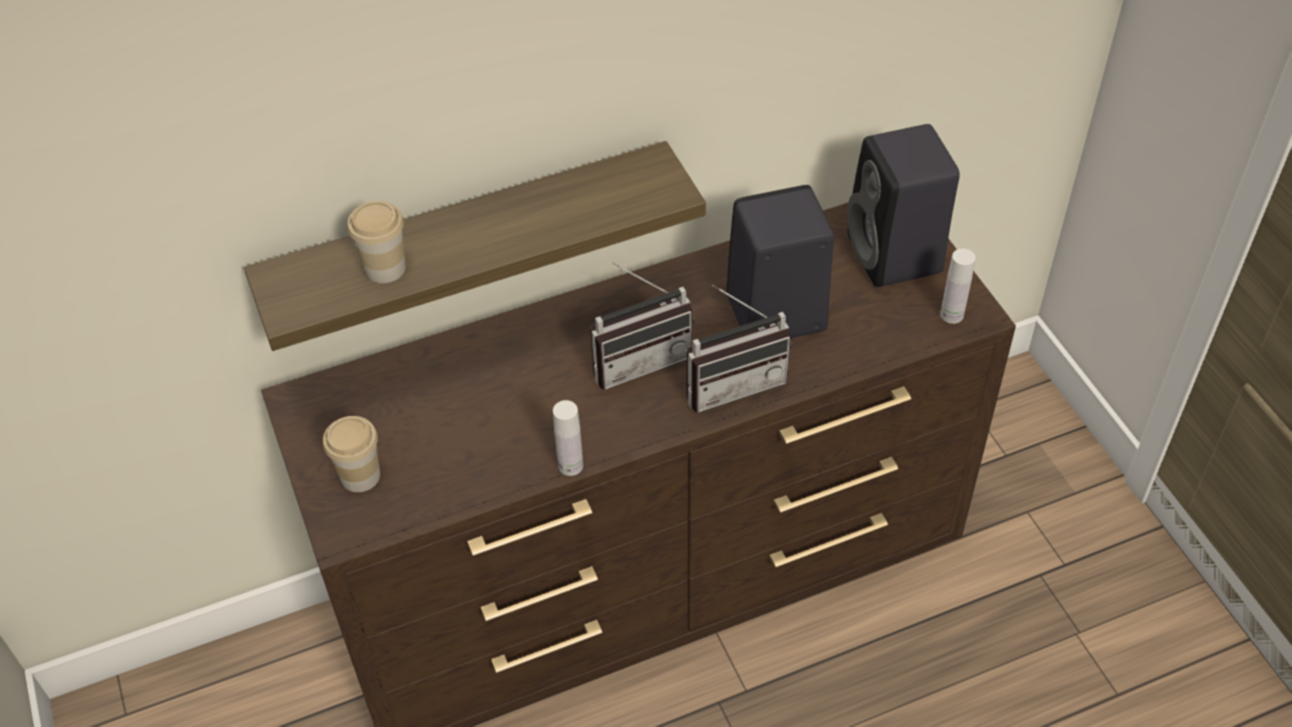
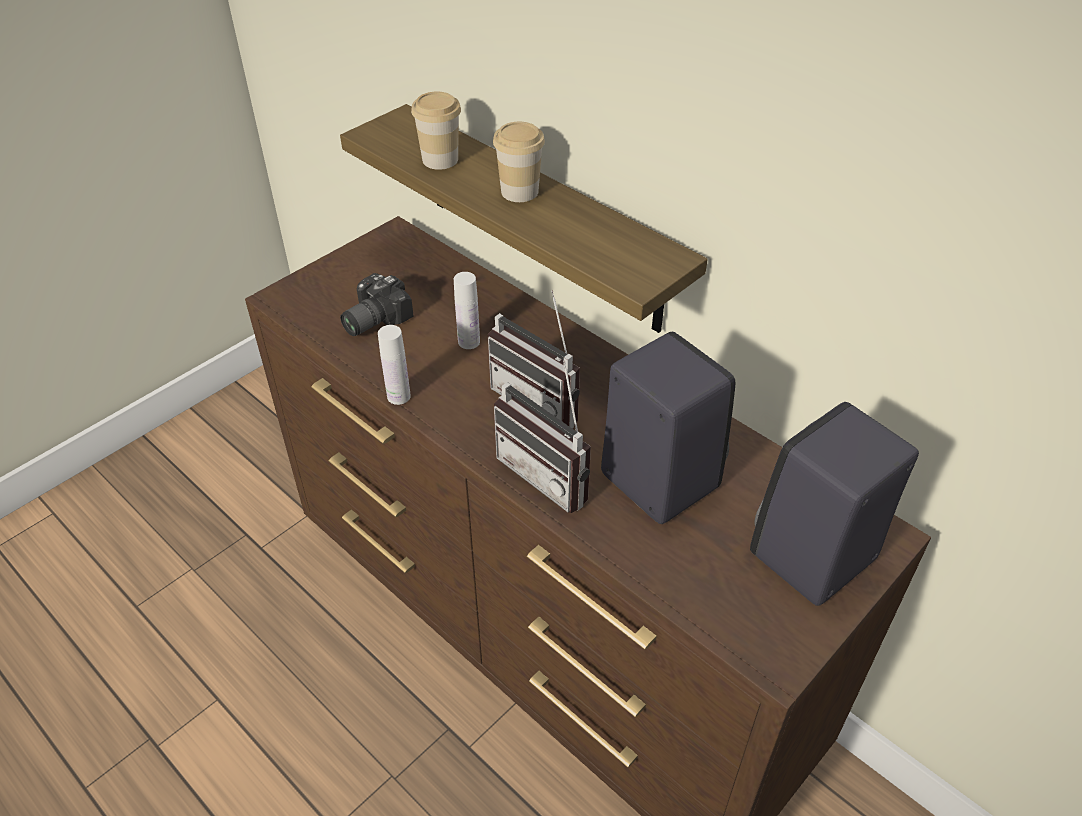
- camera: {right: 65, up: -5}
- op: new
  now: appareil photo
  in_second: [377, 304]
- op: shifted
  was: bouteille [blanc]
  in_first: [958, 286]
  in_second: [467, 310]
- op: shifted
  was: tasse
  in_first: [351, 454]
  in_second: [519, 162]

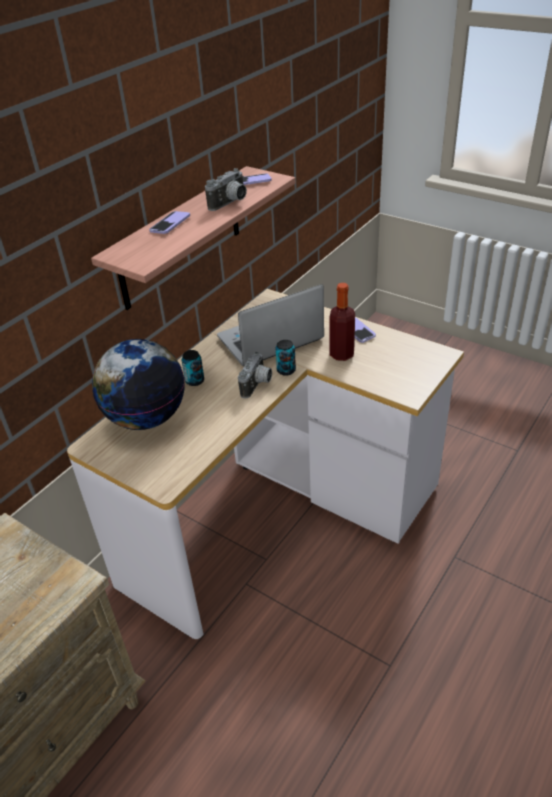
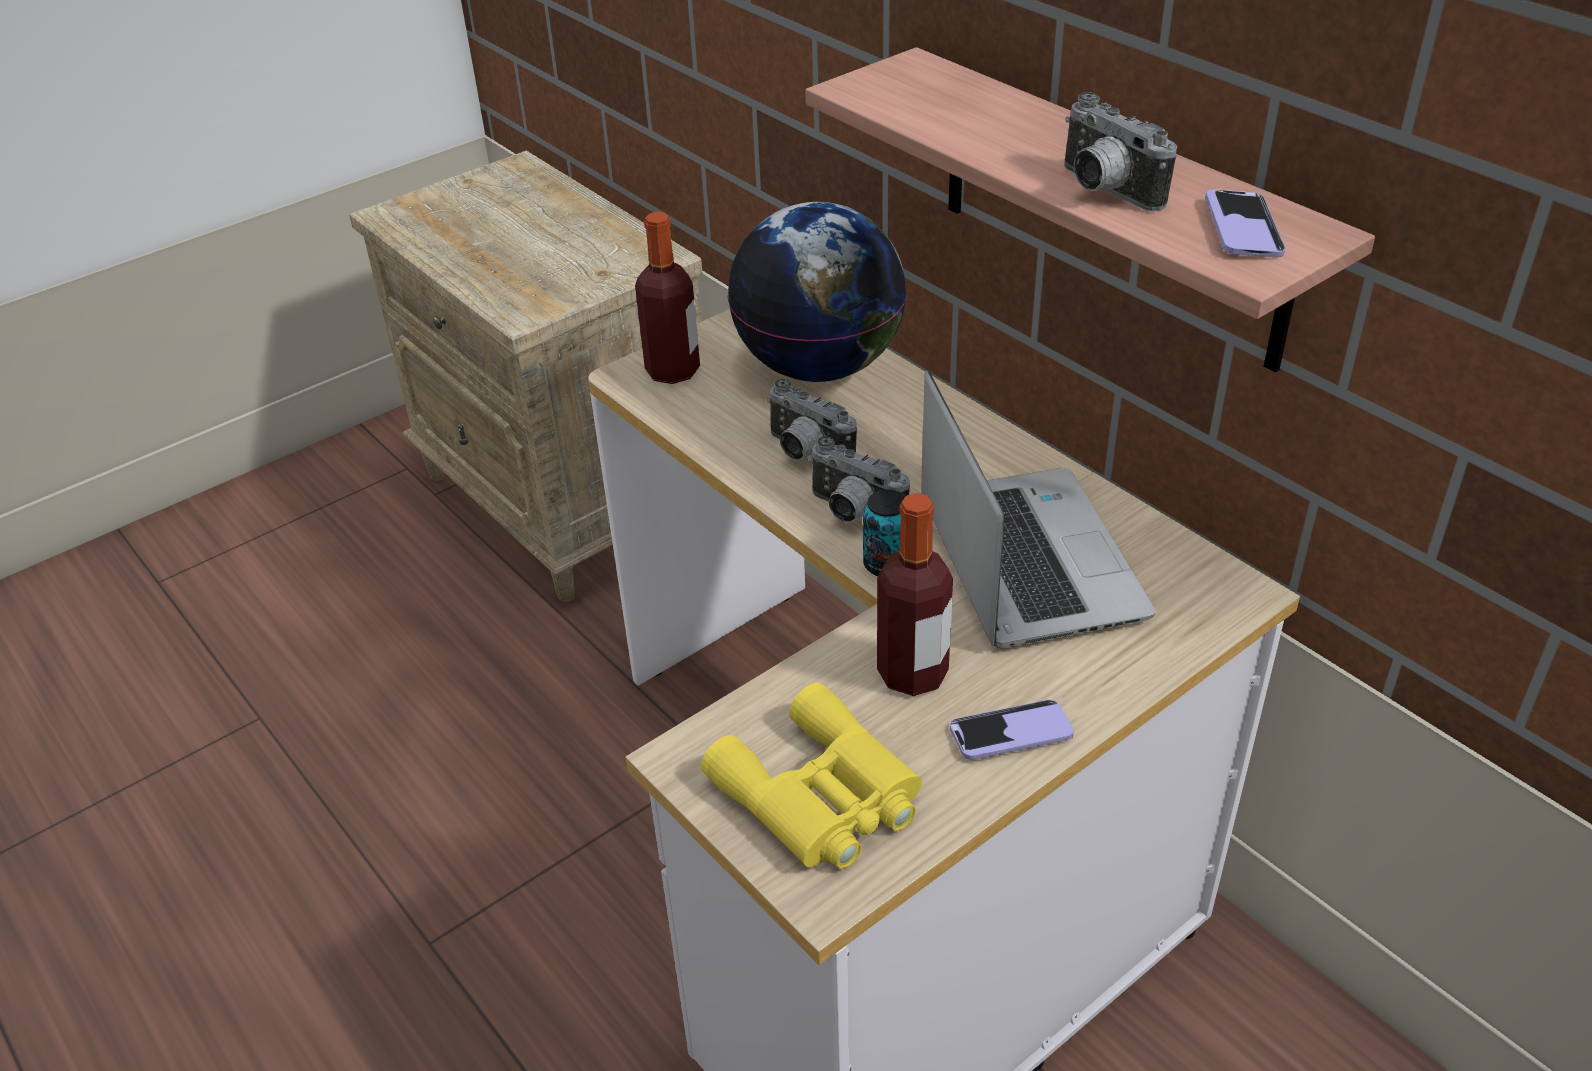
- camera: {right: 105, up: 0}
- op: new
  now: bouteille
  in_second: [667, 298]
- op: new
  now: jumelles [jaune]
  in_second: [811, 776]
- op: new
  now: appareil photo
  in_second: [812, 420]
- op: gone
  was: téléphone
  in_first: [169, 222]
- op: gone
  was: boîte métallique
  in_first: [193, 368]

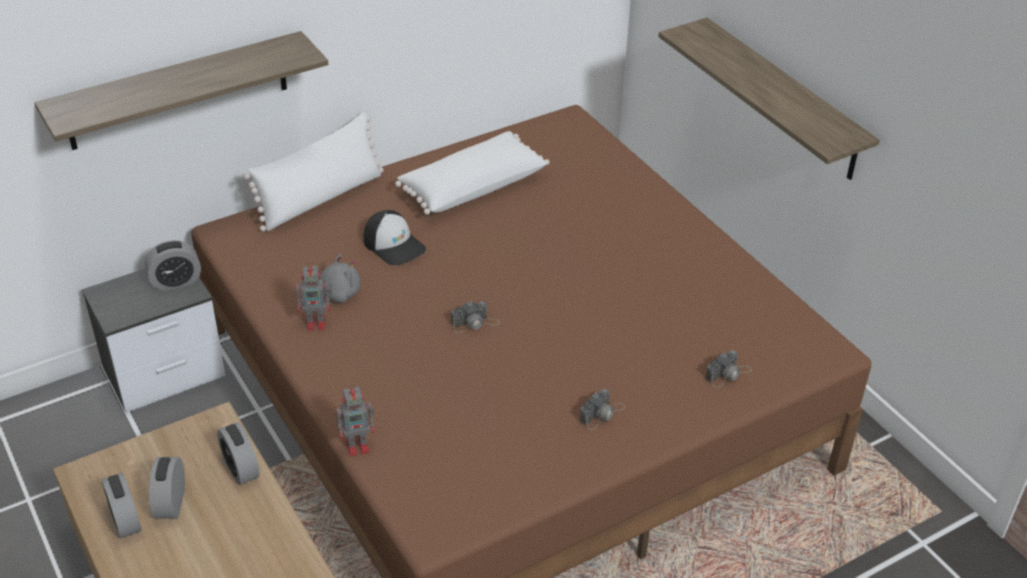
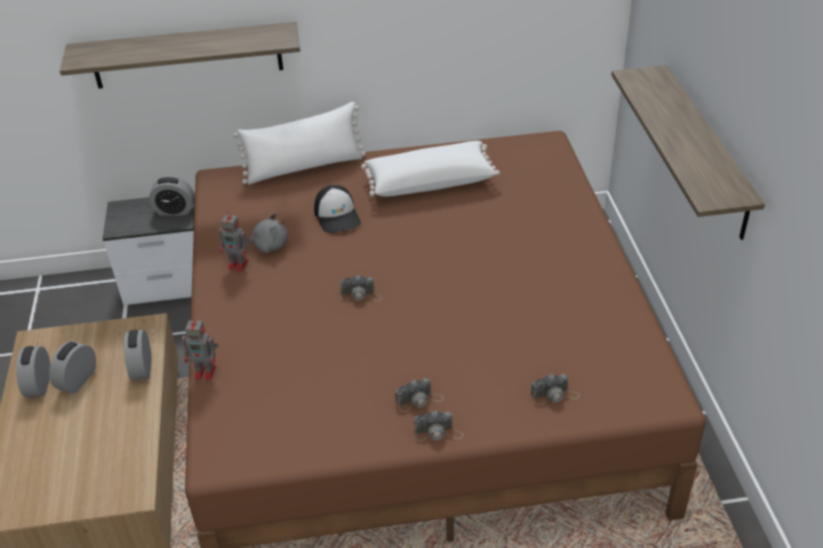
- camera: {right: 25, up: 0}
- op: new
  now: appareil photo
  in_second: [439, 426]

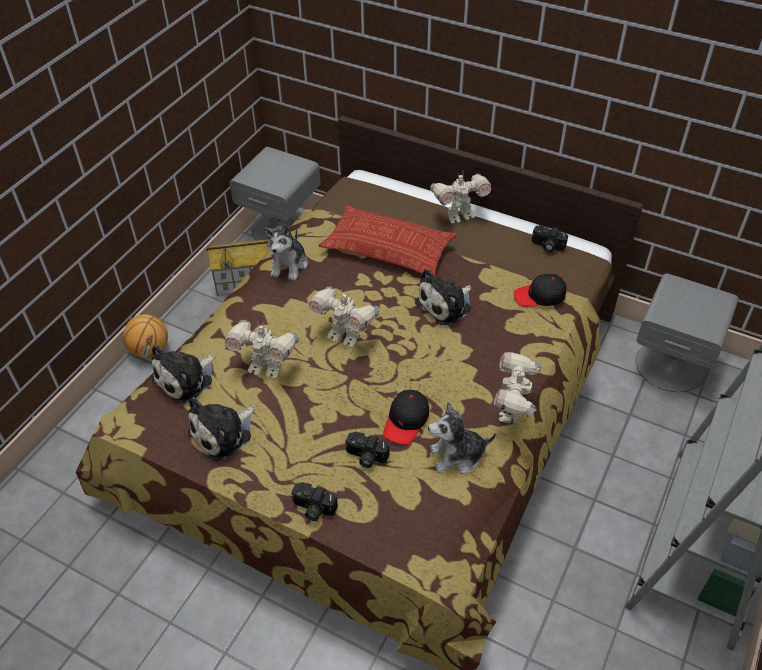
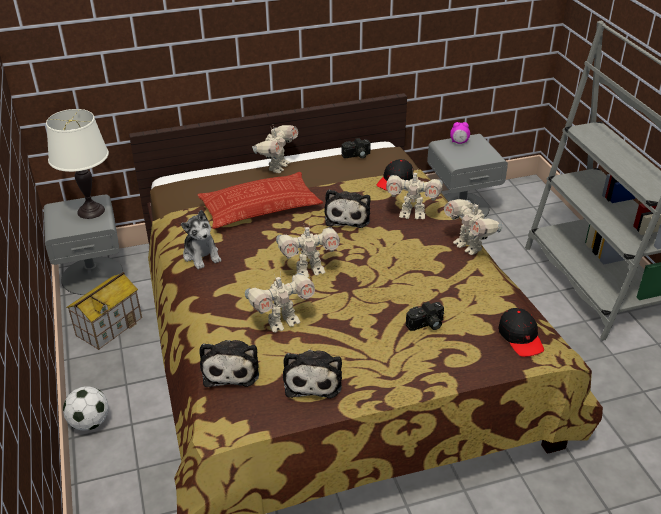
- camera: {right: -45, up: -10}
- op: new
  now: lampe de table [blanc]
  in_second: [77, 164]
- op: swapped
  was: ballon de basket
  now: ballon de foot
  in_first: [145, 336]
  in_second: [86, 409]
- op: new
  now: robot jouet
  in_second: [414, 193]
- op: new
  now: réveil
  in_second: [460, 133]
- op: shifted
  was: casquette [noir]
  in_first: [406, 417]
  in_second: [521, 332]
- op: gone
  was: appareil photo
  in_first: [314, 501]
- op: gone
  was: peluche
  in_first: [462, 438]

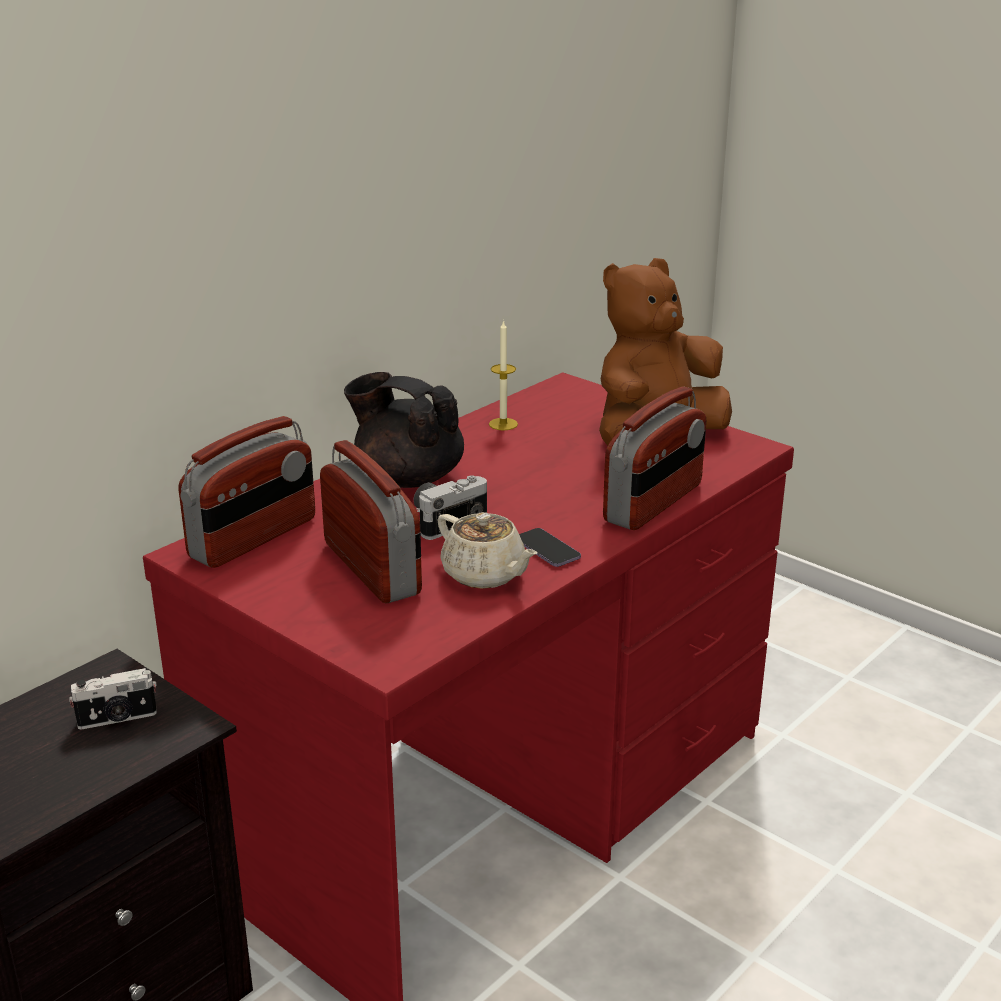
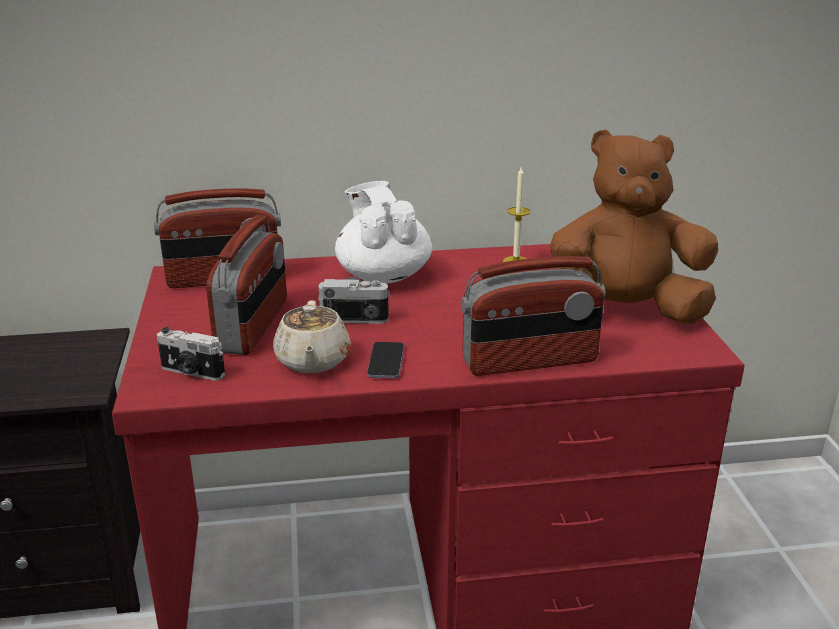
- camera: {right: 40, up: 0}
- op: shifted
  was: appareil photo
  in_first: [113, 698]
  in_second: [191, 354]
- op: repainted
  was: théière [noir]
  now: théière [blanc]
  in_first: [404, 430]
  in_second: [383, 232]

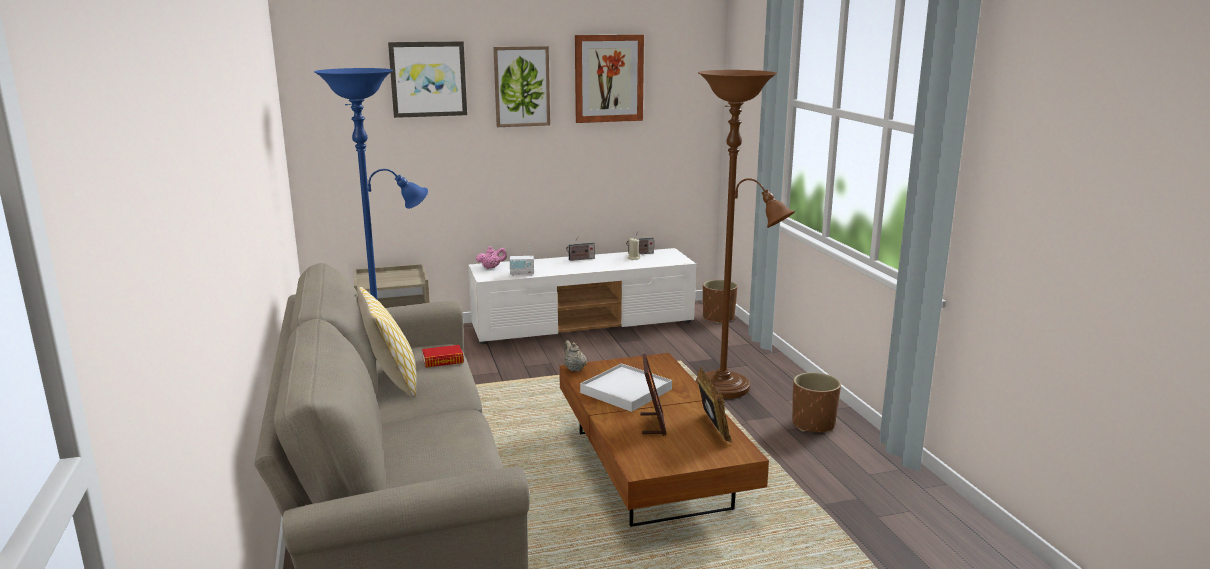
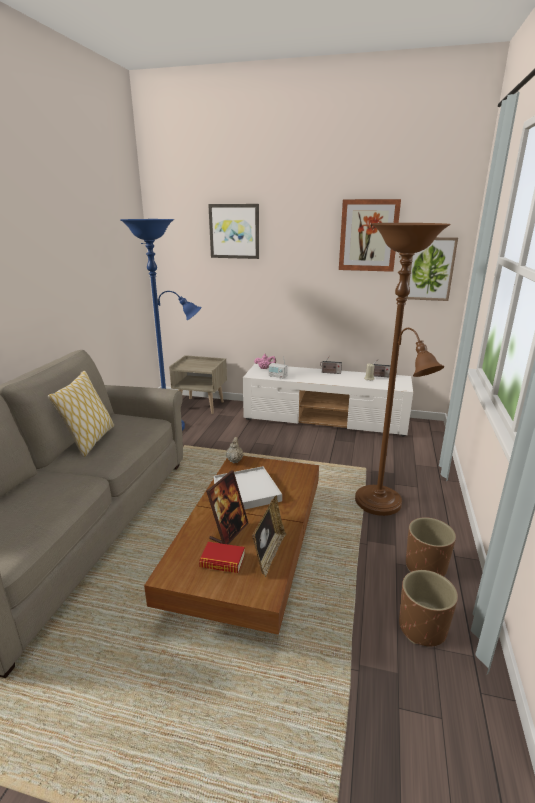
- camera: {right: 30, up: 5}
- op: shifted
  was: livre
  in_first: [443, 356]
  in_second: [222, 557]
- op: shifted
  was: cache-pot [marron]
  in_first: [720, 301]
  in_second: [428, 608]
- op: shifted
  was: tableau
  in_first: [521, 86]
  in_second: [431, 269]

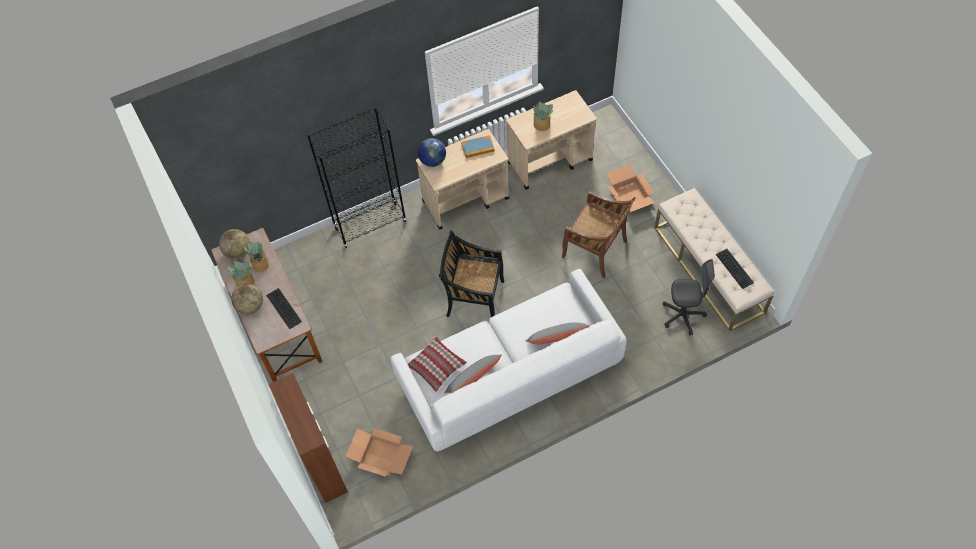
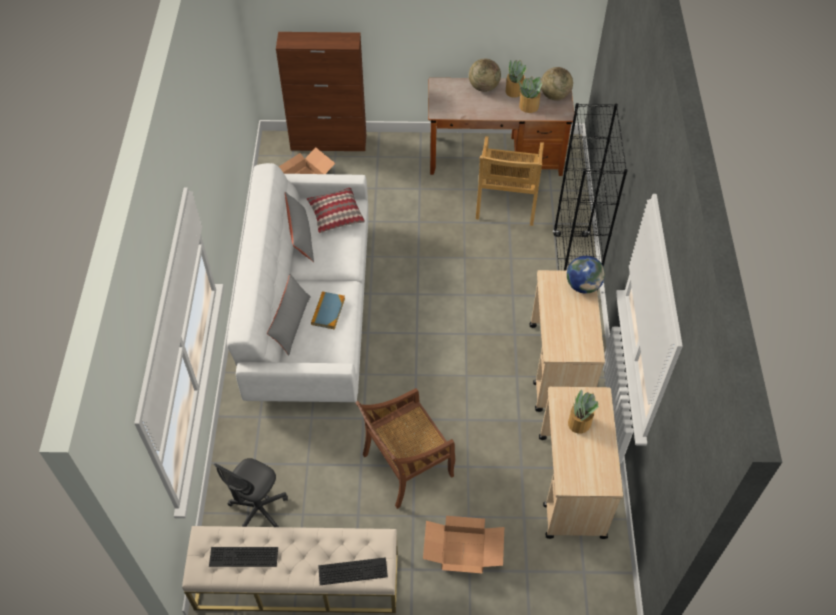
- camera: {right: 115, up: -5}
- op: shifted
  was: livre
  in_first: [478, 146]
  in_second: [328, 310]
- op: shifted
  was: clavier
  in_first: [284, 308]
  in_second: [353, 571]
- op: new
  now: chaise [beige]
  in_second: [510, 181]
- op: gone
  was: chaise [noir]
  in_first: [471, 273]

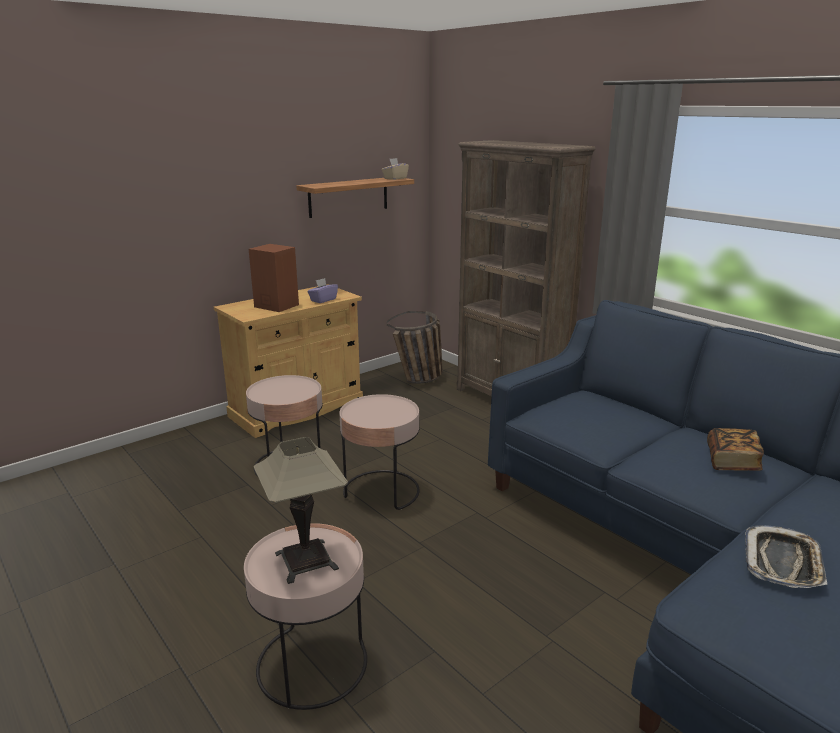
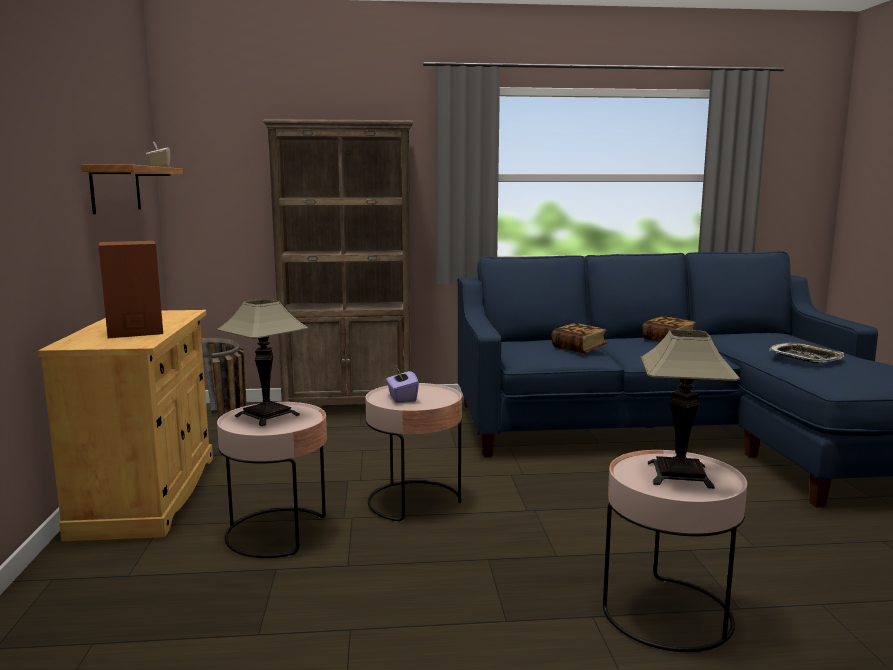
- camera: {right: -55, up: -10}
- op: new
  now: lampe de table
  in_second: [262, 362]
- op: shifted
  was: boîte à mouchoirs [violet]
  in_first: [323, 290]
  in_second: [402, 384]
- op: new
  now: livre
  in_second: [579, 338]

